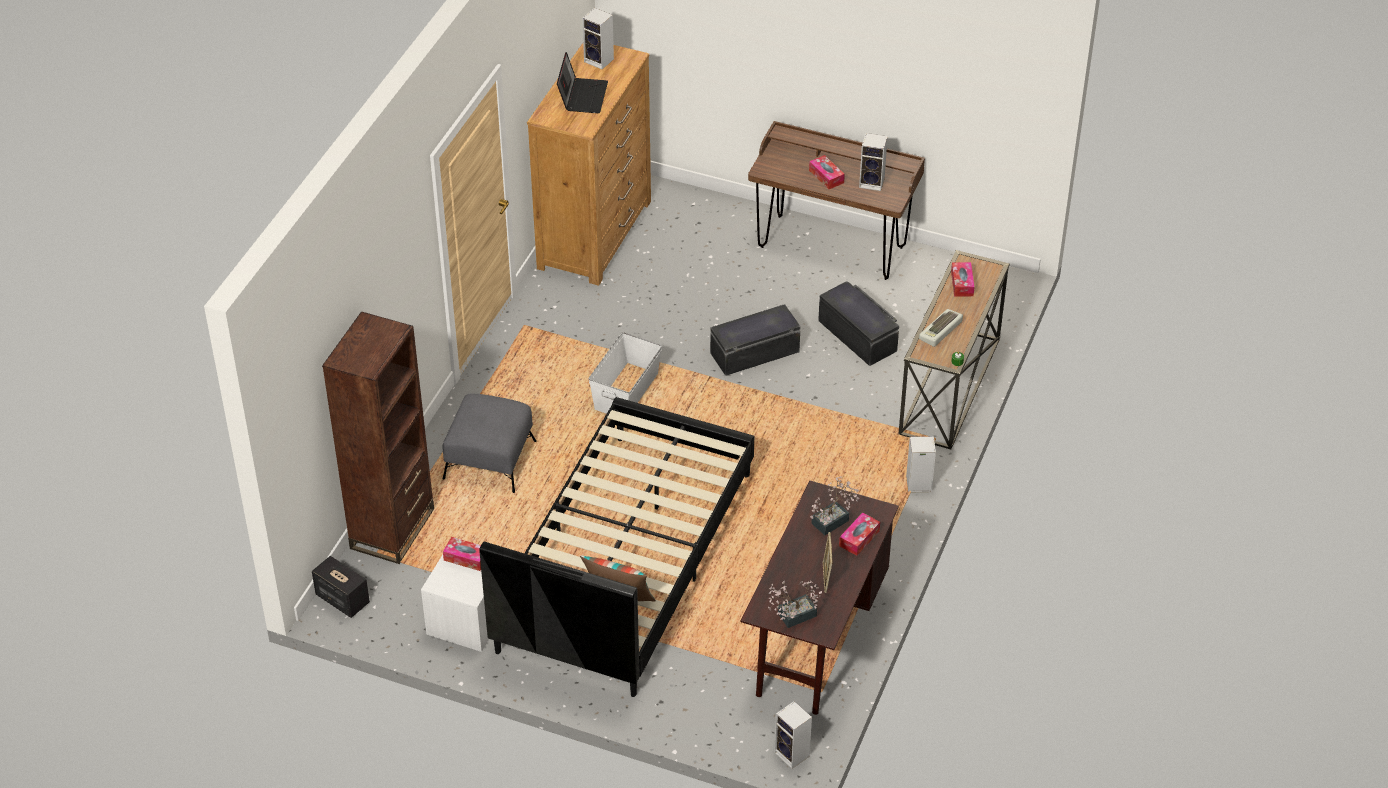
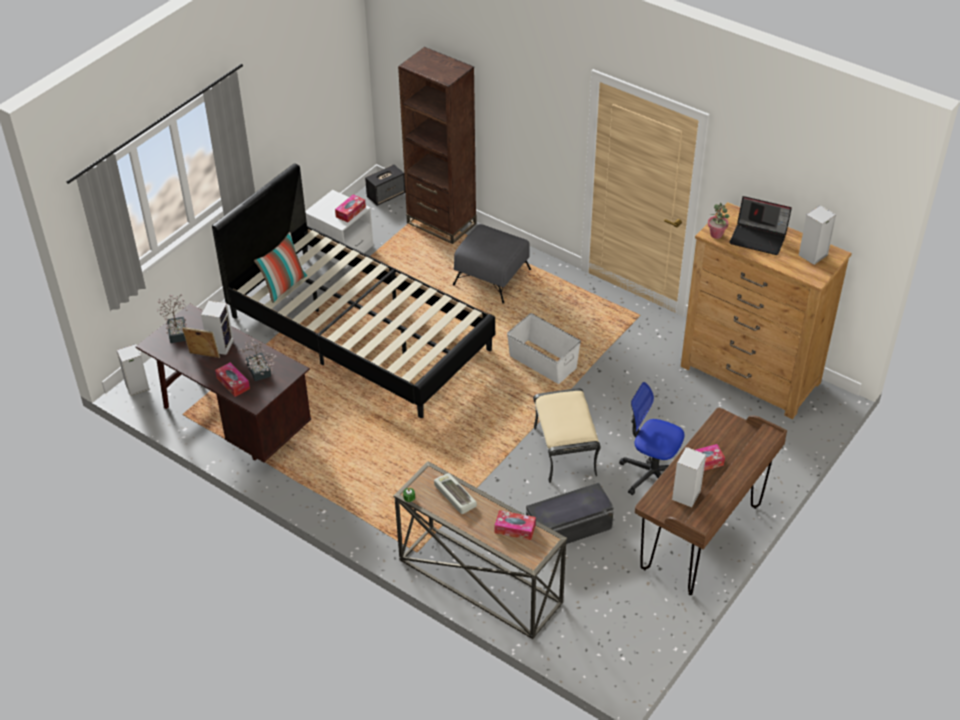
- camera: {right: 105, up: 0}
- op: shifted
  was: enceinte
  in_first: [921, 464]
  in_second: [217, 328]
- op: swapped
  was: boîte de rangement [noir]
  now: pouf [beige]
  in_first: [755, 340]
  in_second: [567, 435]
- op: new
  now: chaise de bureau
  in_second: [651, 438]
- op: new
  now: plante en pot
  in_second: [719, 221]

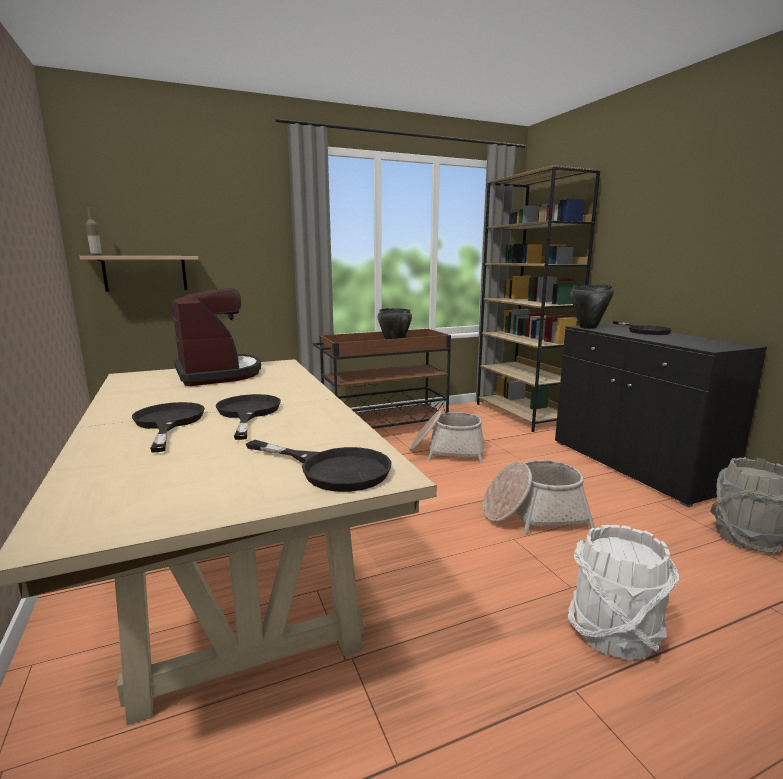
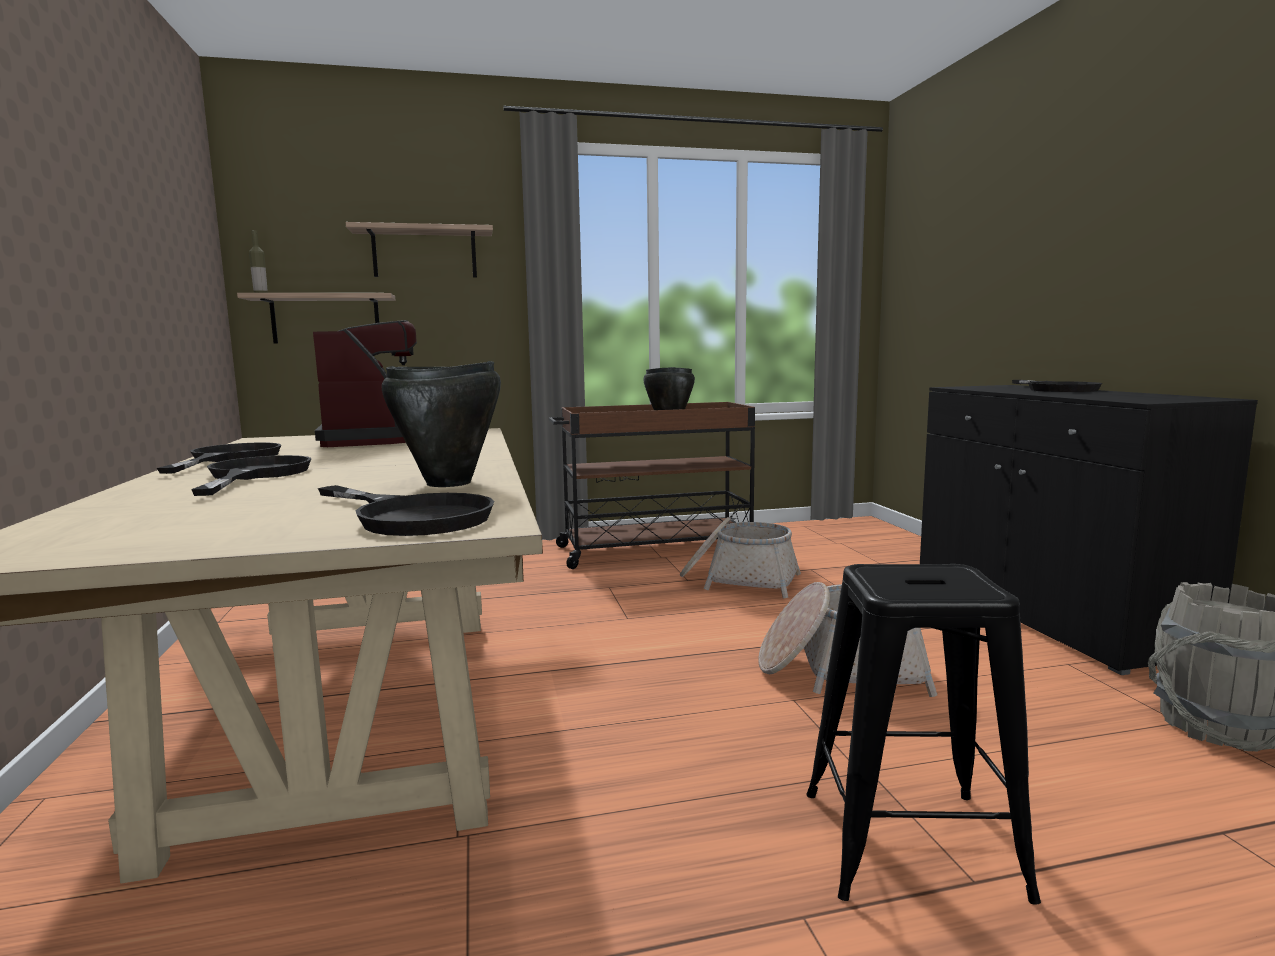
- camera: {right: 10, up: -5}
- op: shifted
  was: poêle [noir]
  in_first: [248, 417]
  in_second: [219, 458]
- op: new
  now: étagère
  in_second: [419, 250]
- op: shifted
  was: marmite [noir]
  in_first: [592, 306]
  in_second: [441, 424]
- op: swapped
  was: seau [blanc]
  now: tabouret [noir]
  in_first: [623, 592]
  in_second: [923, 734]
- op: gone
  was: bibliothèque [marron]
  in_first: [538, 298]

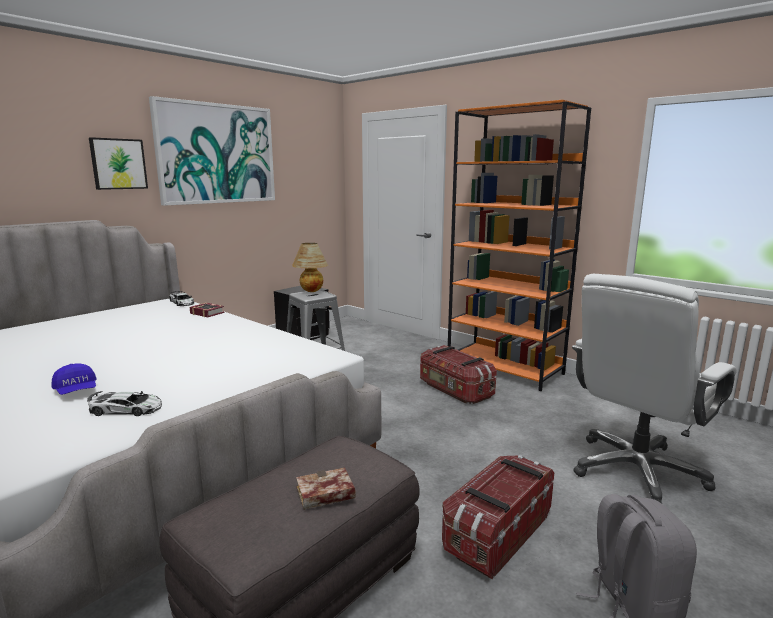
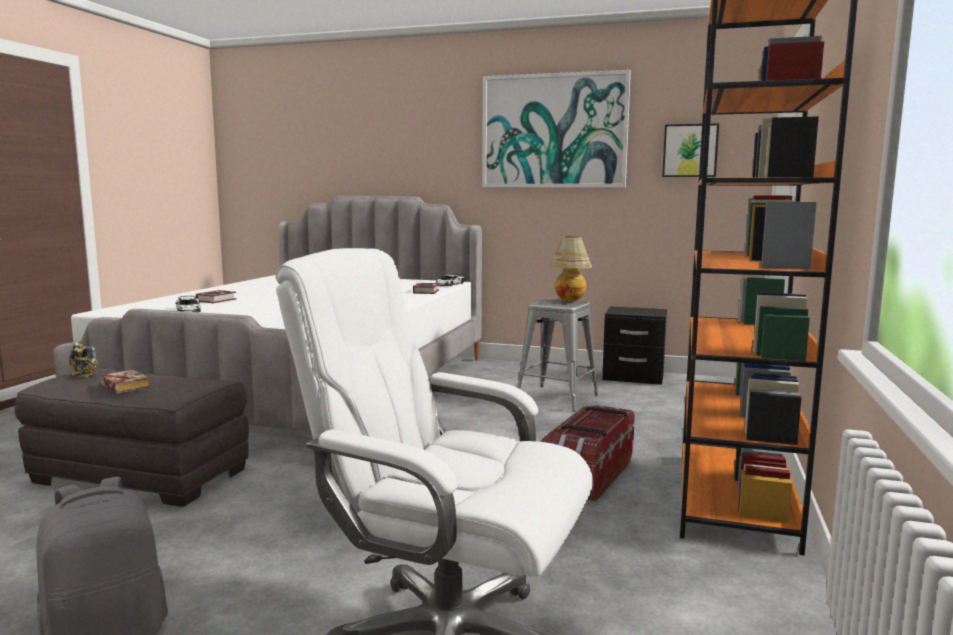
- camera: {right: 65, up: -5}
- op: new
  now: robot jouet
  in_second: [83, 360]
- op: swapped
  was: casquette [bleu]
  now: livre
  in_first: [74, 379]
  in_second: [216, 296]
- op: shifted
  was: tableau
  in_first: [118, 163]
  in_second: [690, 150]
- op: gone
  was: boîte de rangement
  in_first: [498, 517]

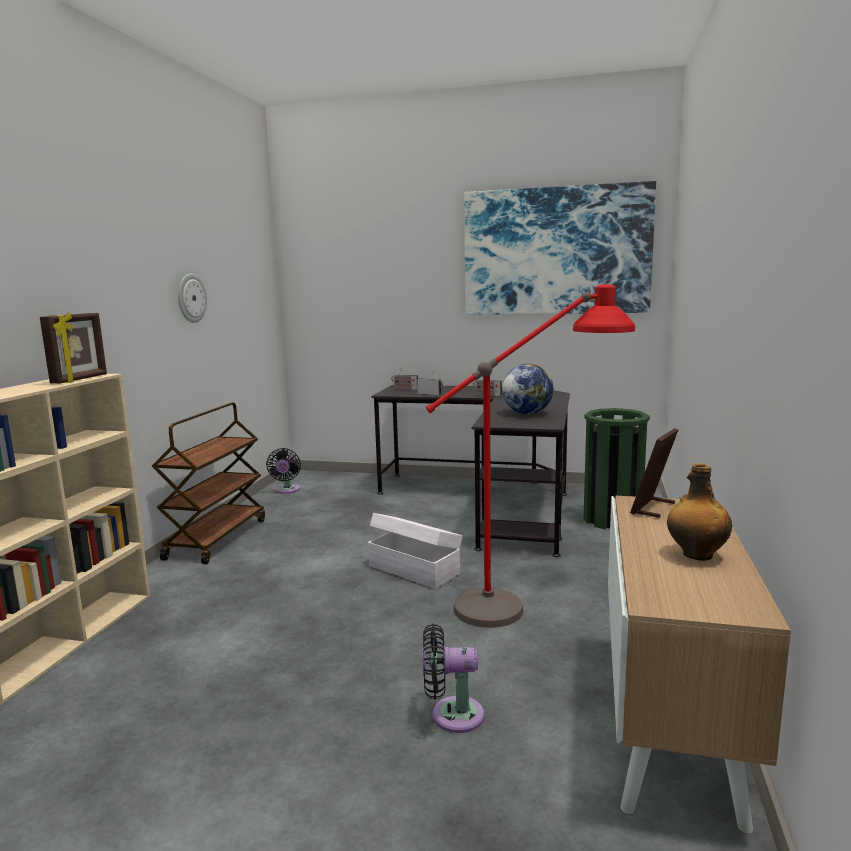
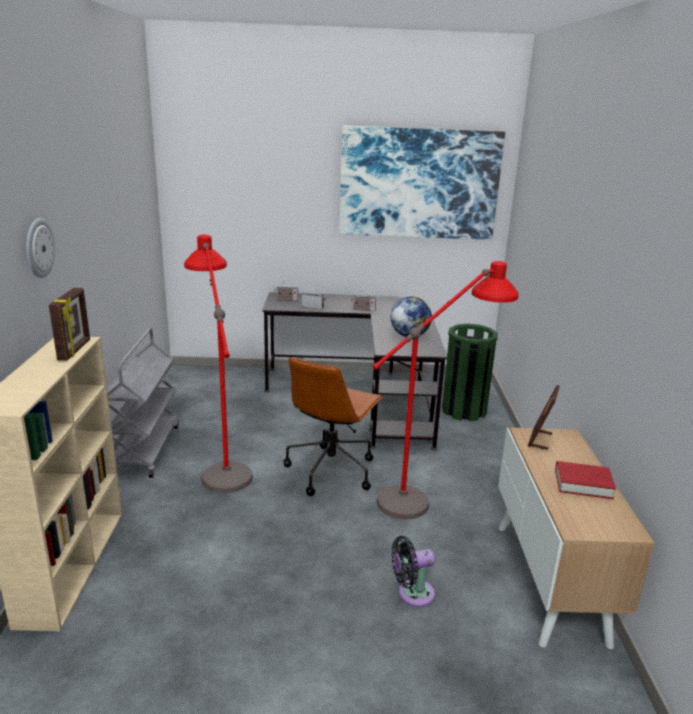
- camera: {right: -15, up: 10}
- op: shifted
  was: horloge murale
  in_first: [192, 298]
  in_second: [41, 248]
- op: repainted
  was: chariot [marron]
  now: chariot [gris]
  in_first: [208, 483]
  in_second: [143, 403]
- op: new
  now: lampadaire [rouge]
  in_second: [218, 363]
- op: swapped
  was: boîte de rangement [blanc]
  now: chaise de bureau [marron]
  in_first: [415, 551]
  in_second: [333, 426]
- op: swapped
  was: bouteille
  now: livre [rouge]
  in_first: [699, 512]
  in_second: [585, 480]
- op: gone
  was: ventilateur [noir]
  in_first: [283, 471]

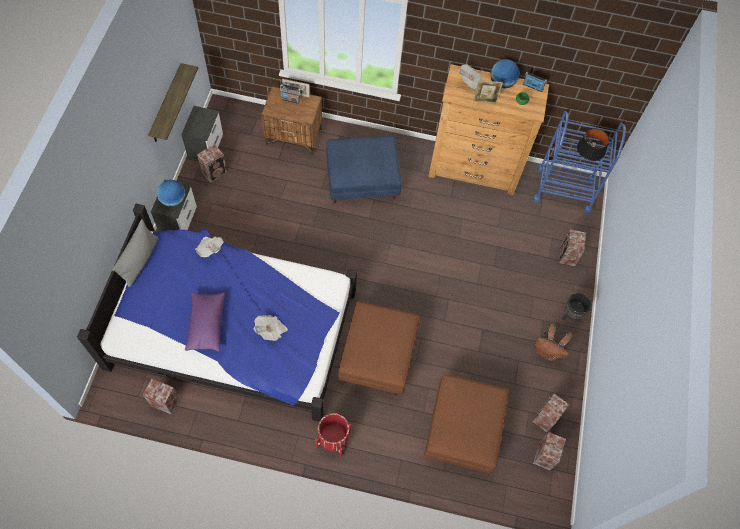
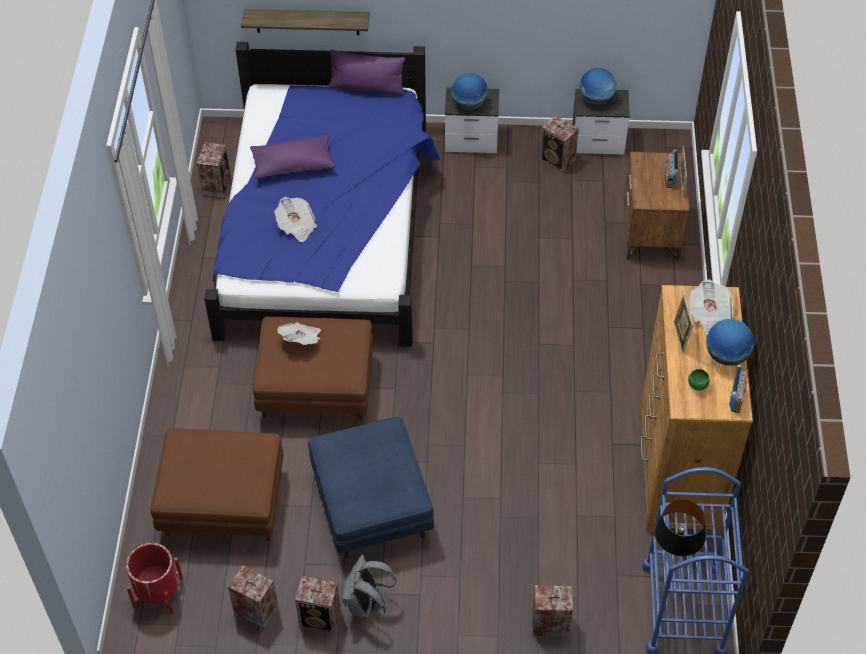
- camera: {right: 85, up: -10}
- op: shifted
  was: cache-pot [rouge]
  in_first: [333, 435]
  in_second: [154, 578]
- op: shifted
  was: étagère
  in_first: [173, 102]
  in_second: [305, 22]
- op: shifted
  was: journal
  in_first: [209, 247]
  in_second: [299, 333]
- op: shifted
  was: enceinte
  in_first: [549, 451]
  in_second: [318, 604]
- op: shifted
  was: pouf [bleu]
  in_first: [364, 169]
  in_second: [371, 487]
- op: repainted
  was: coussin [gris]
  now: coussin [violet]
  in_first: [135, 253]
  in_second: [367, 72]
- op: repainted
  was: sac à dos [marron]
  now: sac à dos [gris]
  in_first: [554, 342]
  in_second: [369, 586]
- op: new
  now: globe
  in_second: [597, 86]
- op: gone
  was: cache-pot [noir]
  in_first: [577, 307]

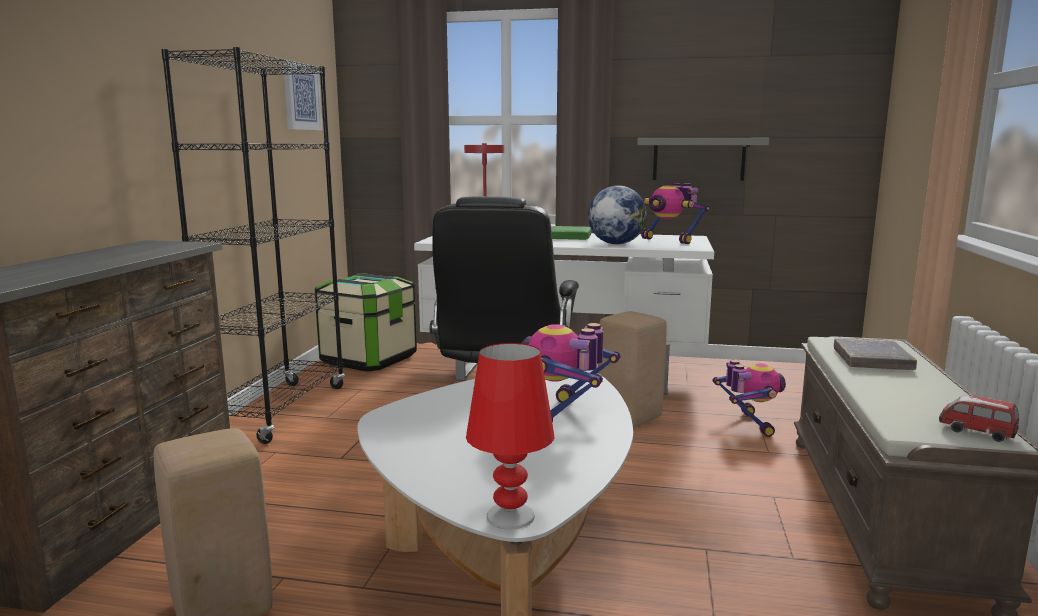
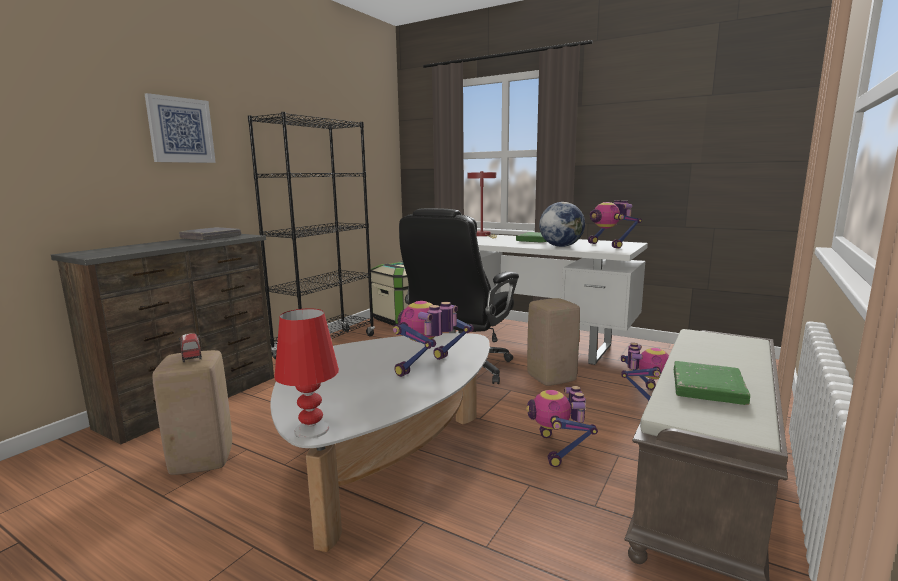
- camera: {right: 20, up: 0}
- op: shifted
  was: tableau
  in_first: [303, 95]
  in_second: [180, 128]
- op: shifted
  was: petite voiture
  in_first: [979, 419]
  in_second: [190, 347]
- op: shifted
  was: livre [gris]
  in_first: [875, 354]
  in_second: [210, 233]
- op: new
  now: robot jouet
  in_second: [562, 426]
- op: new
  now: livre [vert]
  in_second: [712, 383]
- op: gone
  was: étagère [gris]
  in_first: [703, 159]

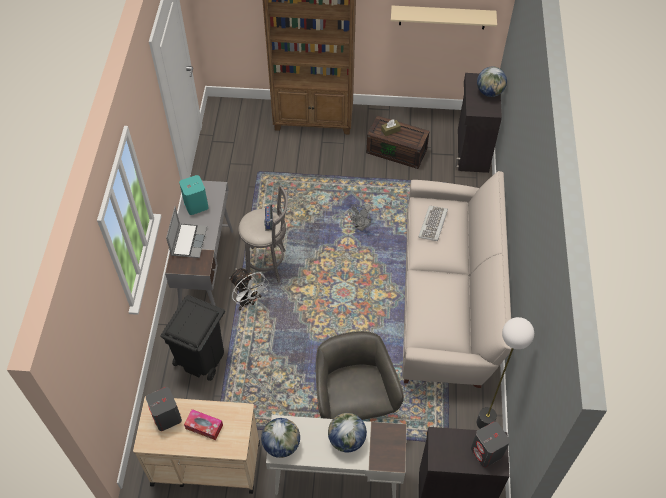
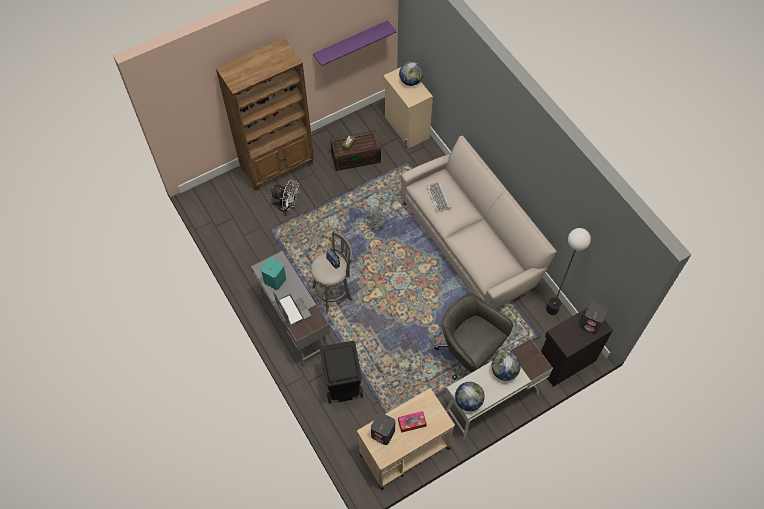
- camera: {right: -35, up: 5}
- op: shifted
  was: ventilateur [blanc]
  in_first: [249, 289]
  in_second: [284, 198]
- op: repainted
  was: étagère [beige]
  now: étagère [violet]
  in_first: [444, 17]
  in_second: [355, 43]
- op: repainted
  was: meuble de rangement [noir]
  now: meuble de rangement [beige]
  in_first: [478, 123]
  in_second: [408, 107]

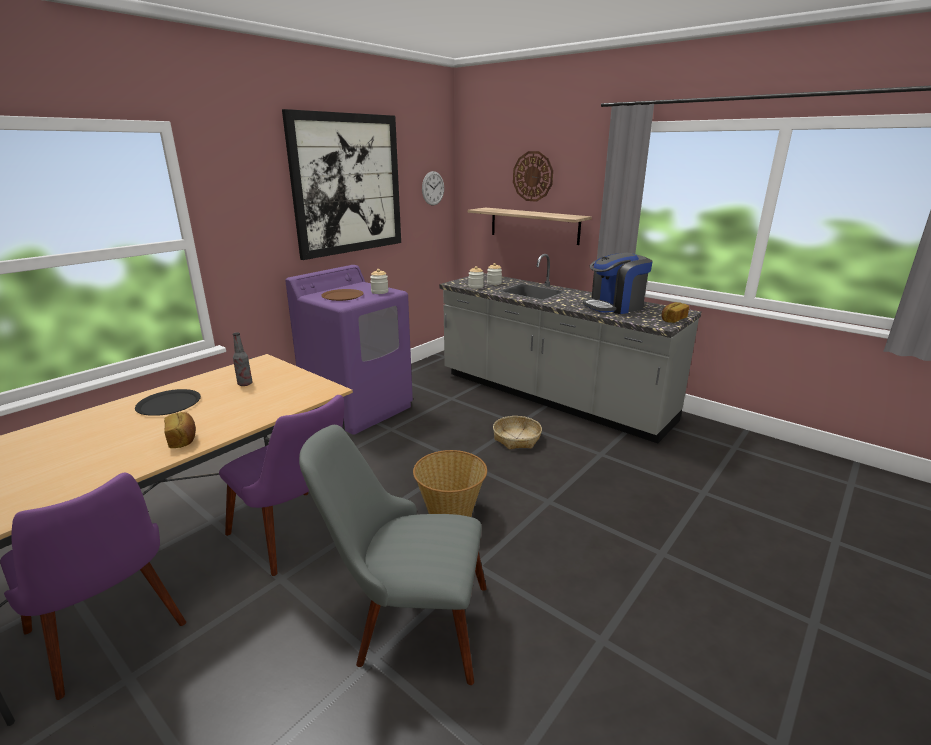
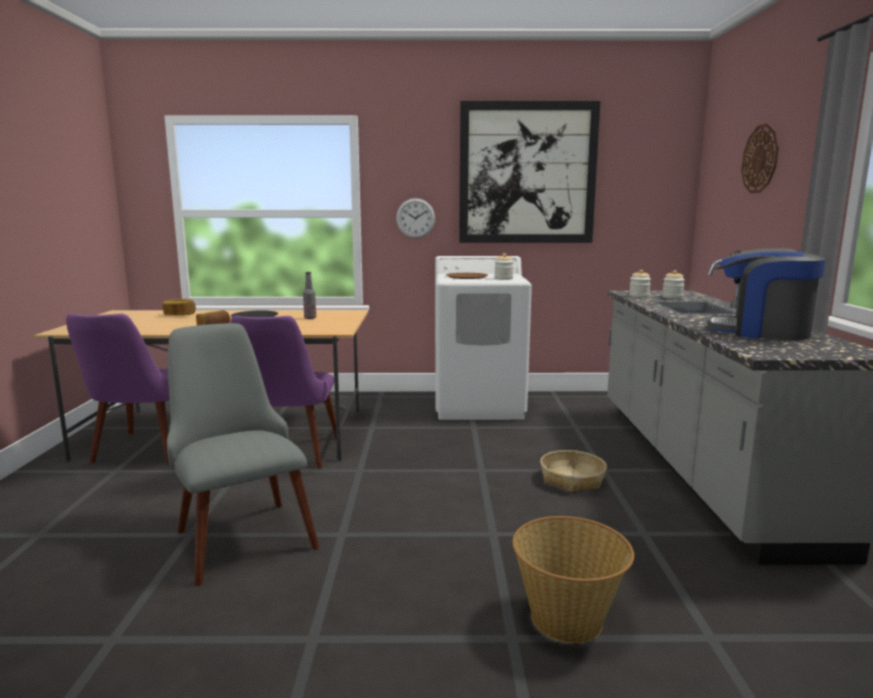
- camera: {right: 50, up: -10}
- op: shifted
  was: pain
  in_first: [675, 312]
  in_second: [179, 307]
- op: shifted
  was: horloge murale
  in_first: [433, 188]
  in_second: [415, 218]
- op: repainted
  was: lave-linge [violet]
  now: lave-linge [blanc]
  in_first: [349, 350]
  in_second: [483, 338]
- op: shifted
  was: panier
  in_first: [450, 483]
  in_second: [573, 579]
- op: gone
  was: étagère
  in_first: [529, 226]

